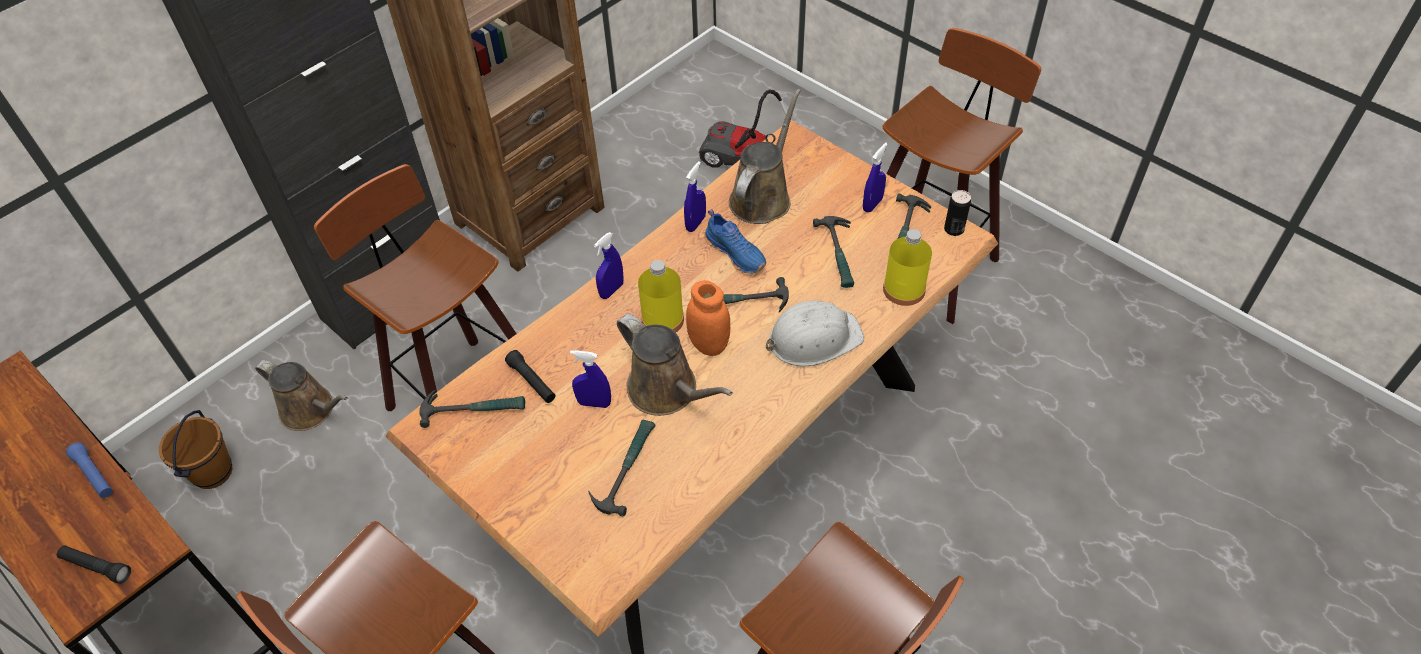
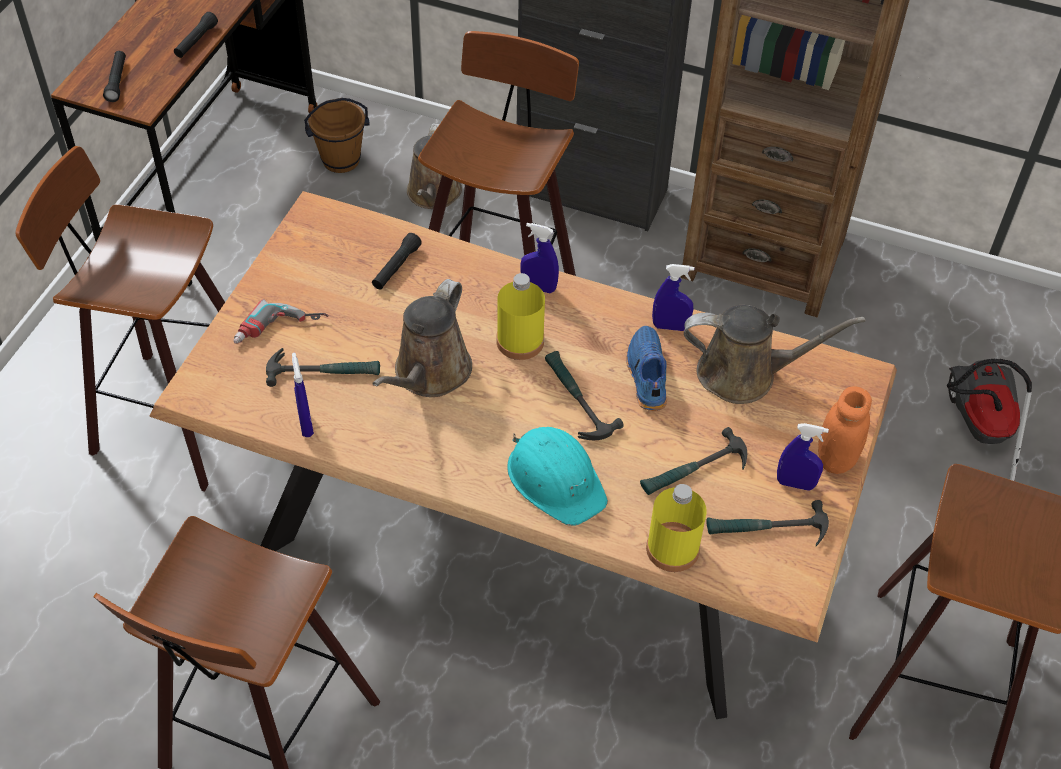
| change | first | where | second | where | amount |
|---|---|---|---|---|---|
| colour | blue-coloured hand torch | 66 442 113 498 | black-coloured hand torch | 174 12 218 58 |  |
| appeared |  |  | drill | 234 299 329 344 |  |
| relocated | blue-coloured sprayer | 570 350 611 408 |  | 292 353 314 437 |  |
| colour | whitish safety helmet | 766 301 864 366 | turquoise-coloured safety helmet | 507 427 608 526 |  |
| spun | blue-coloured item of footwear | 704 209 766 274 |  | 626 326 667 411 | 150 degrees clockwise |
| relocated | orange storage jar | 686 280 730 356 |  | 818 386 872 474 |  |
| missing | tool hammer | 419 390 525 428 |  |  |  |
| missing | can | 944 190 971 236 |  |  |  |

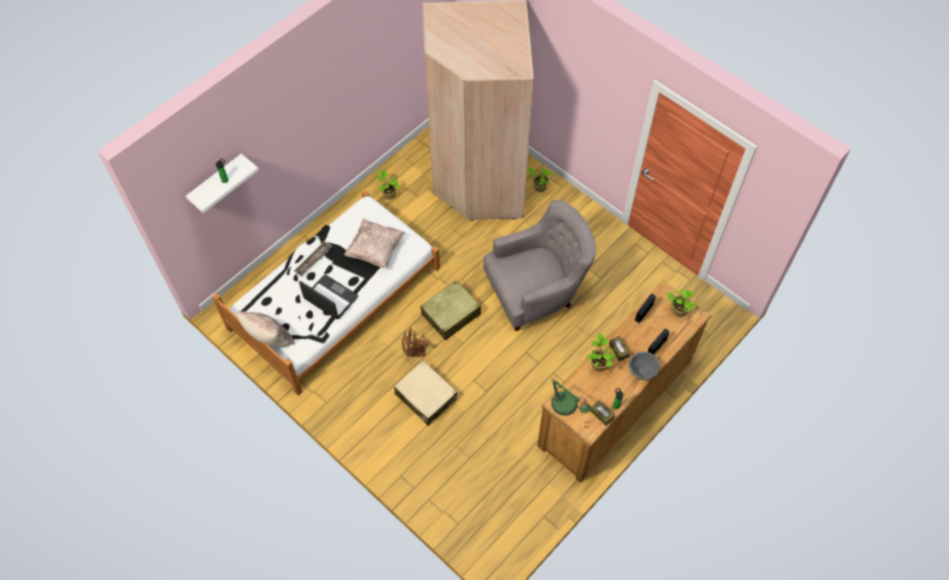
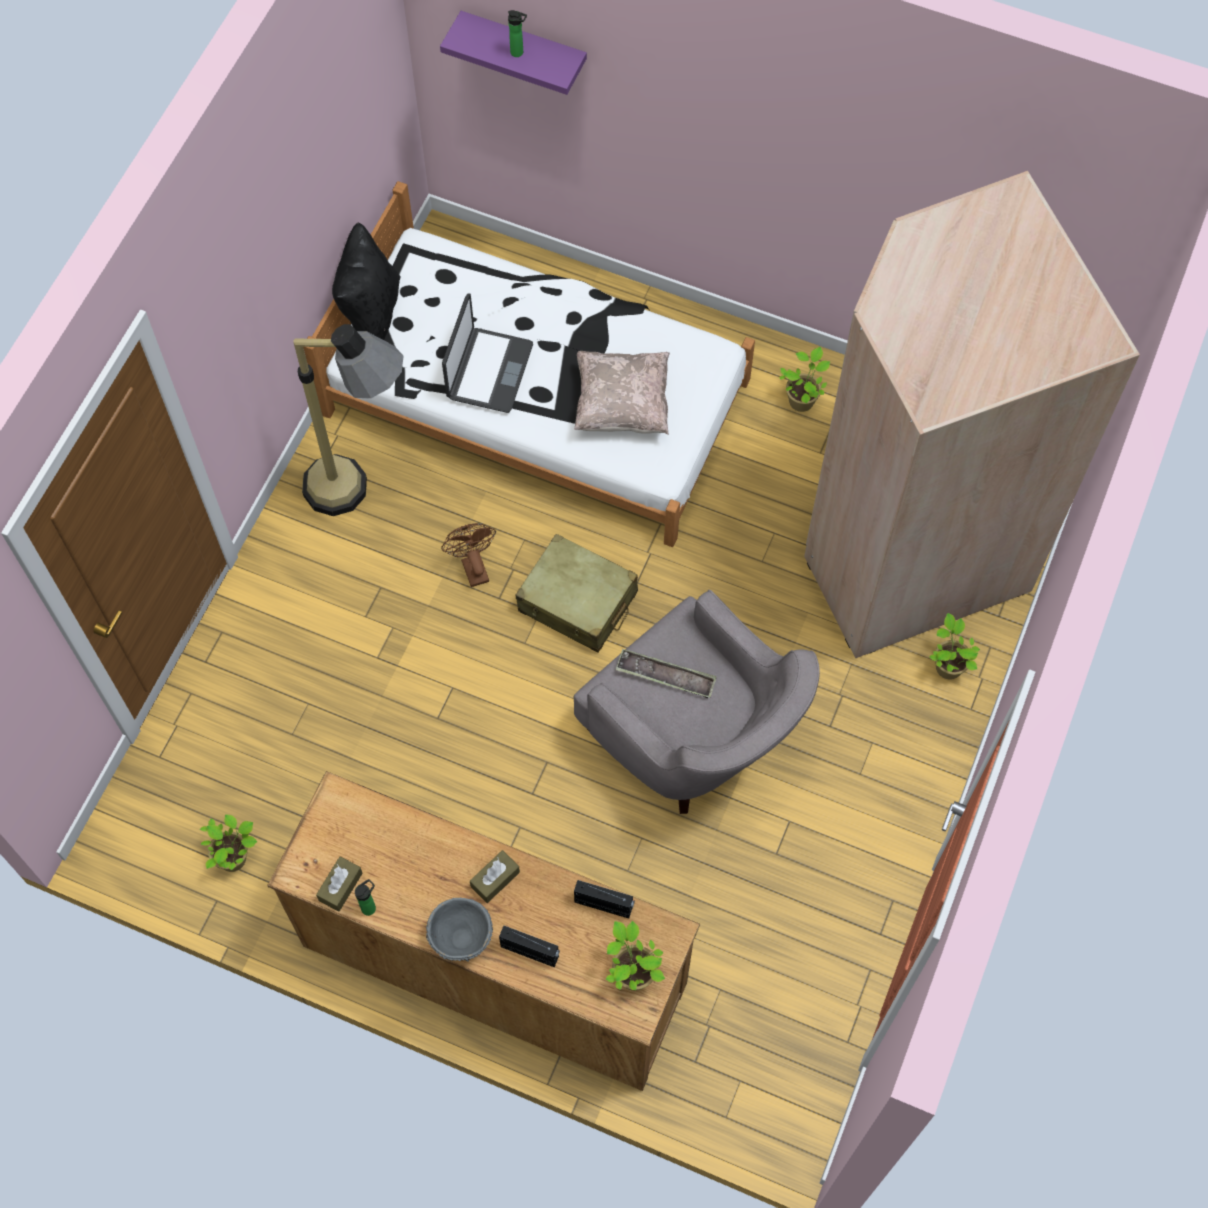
| change | first | where | second | where | amount |
|---|---|---|---|---|---|
| relocated | potted plant | 586 333 615 371 |  | 200 814 257 872 |  |
| appeared |  |  | floor lamp | 293 324 403 516 |  |
| colour | sand-coloured throw pillow | 236 311 294 347 | black-coloured throw pillow | 332 222 400 340 |  |
| colour | whitish bracket shelf | 186 154 259 213 | purple-coloured bracket shelf | 440 11 587 95 |  |
| relocated | serving tray | 294 241 333 277 |  | 616 649 717 698 |  |
| missing | sand-coloured piece of luggage | 394 361 457 426 |  |  |  |
| missing | lamp for a table | 551 379 591 416 |  |  |  |

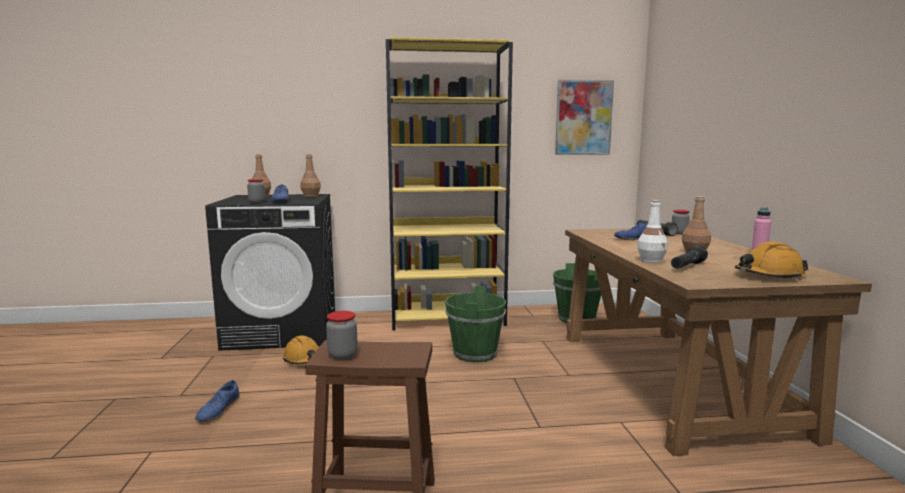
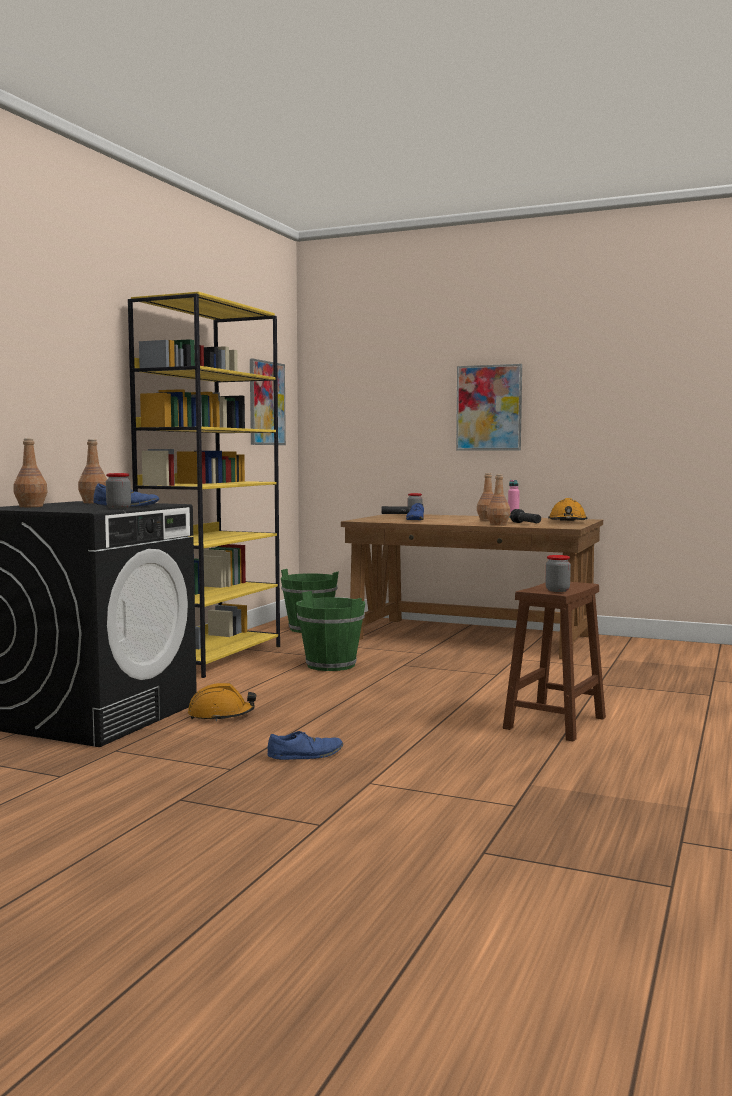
| change | first | where | second | where | amount |
|---|---|---|---|---|---|
| spun | blue-coloured item of footwear | 195 380 239 421 |  | 267 731 343 760 | 60 degrees counterclockwise |
| appeared |  |  | wall art | 456 364 522 450 |  |
| colour | whitish beverage bottle | 637 200 668 263 | brown-coloured beverage bottle | 487 475 510 525 |  |

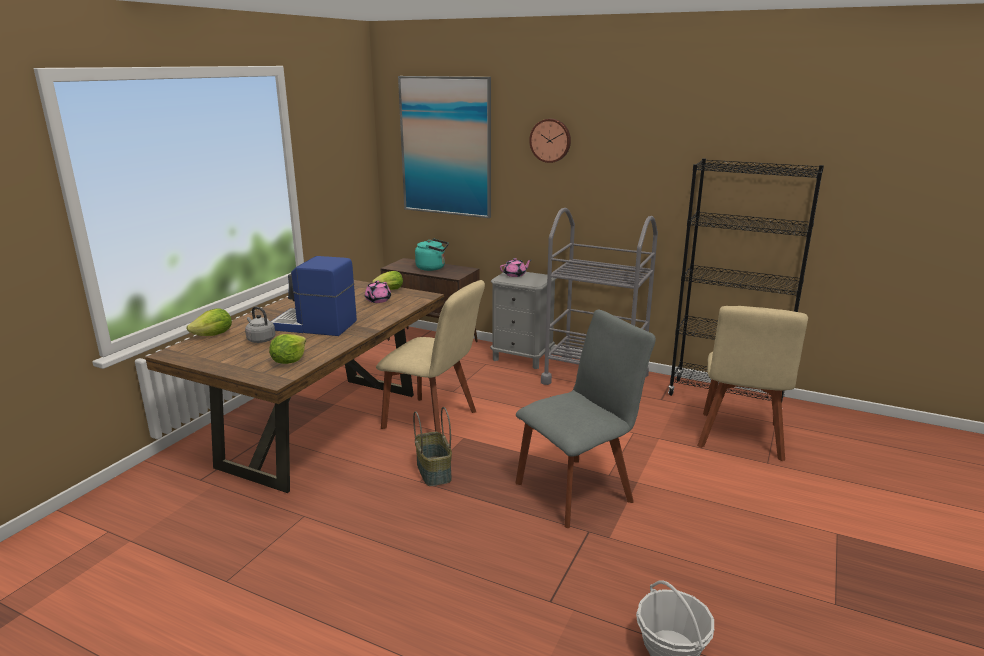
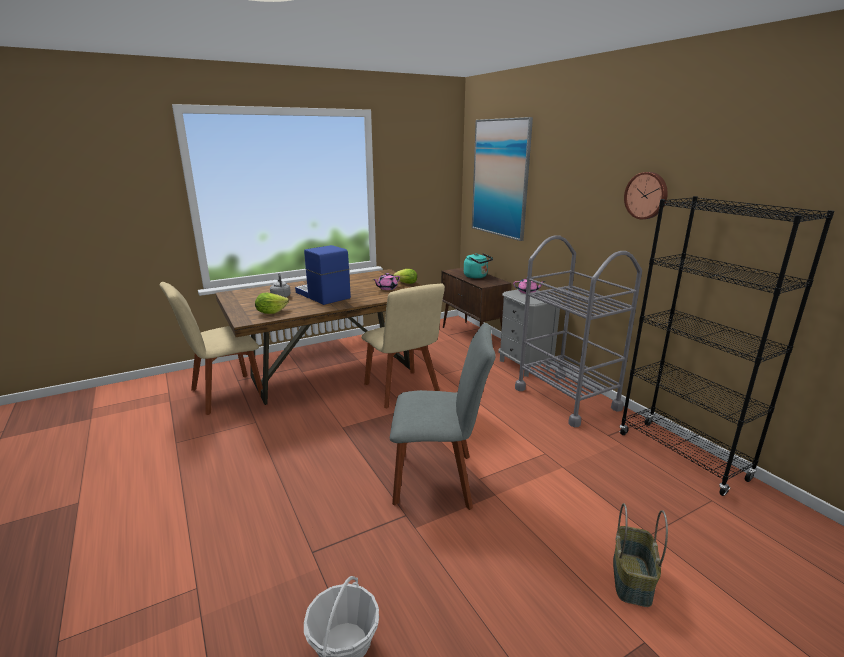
| change | first | where | second | where | amount |
|---|---|---|---|---|---|
| relocated | sand-coloured plain chair | 697 306 808 461 |  | 160 282 263 415 |  |
| relocated | household basket | 413 407 452 486 |  | 613 503 668 607 |  |
| relocated | clock on the wall | 529 119 571 163 |  | 624 172 668 219 |  |
| missing | lettuce | 187 308 232 336 |  |  |  |

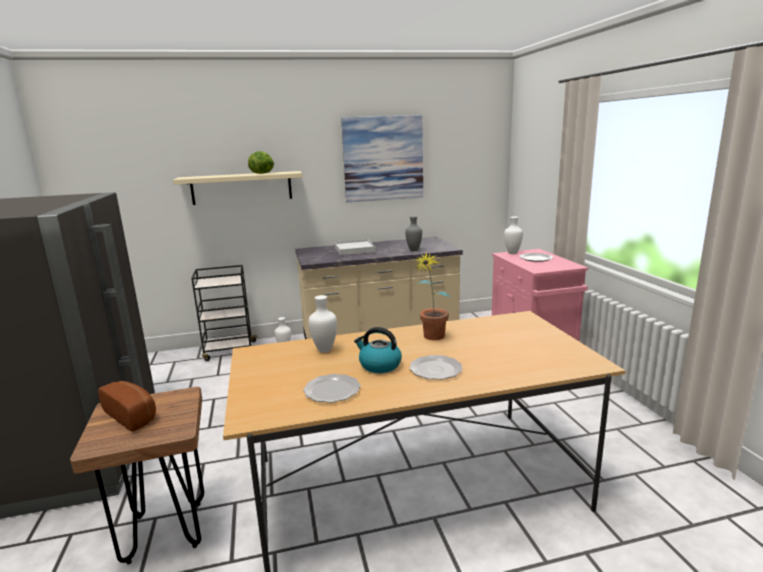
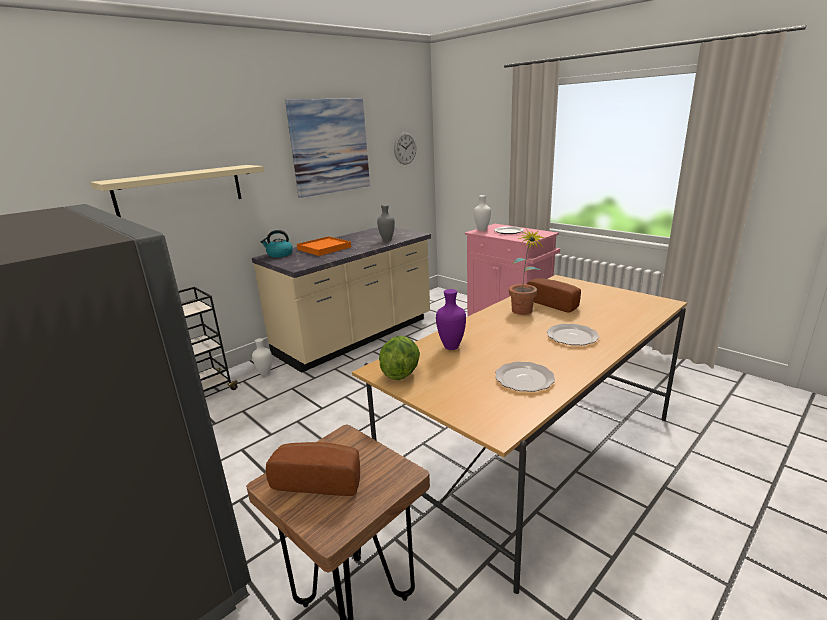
| change | first | where | second | where | amount |
|---|---|---|---|---|---|
| relocated | kettle | 354 327 402 373 |  | 261 230 293 258 |  |
| colour | whitish serving tray | 334 240 376 255 | orange serving tray | 297 236 351 256 |  |
| relocated | lettuce | 248 151 274 174 |  | 379 336 420 380 |  |
| appeared |  |  | clock on the wall | 394 132 416 165 |  |
| colour | whitish flower vase | 309 295 337 353 | purple-coloured flower vase | 436 289 466 350 |  |
| appeared |  |  | bread | 527 278 581 313 |  |

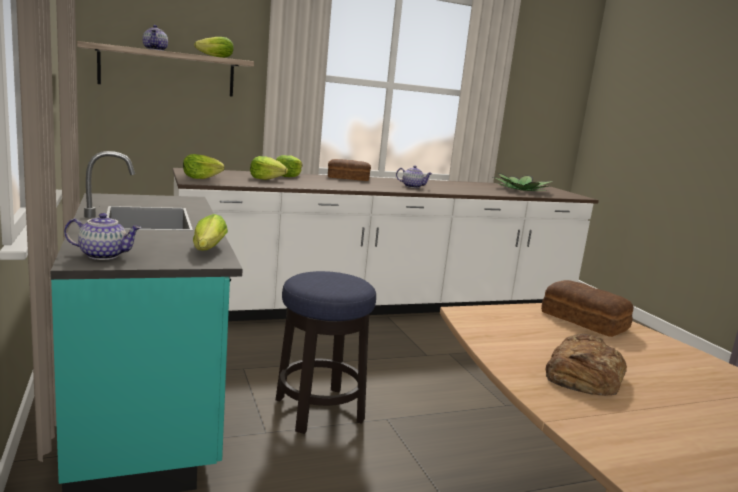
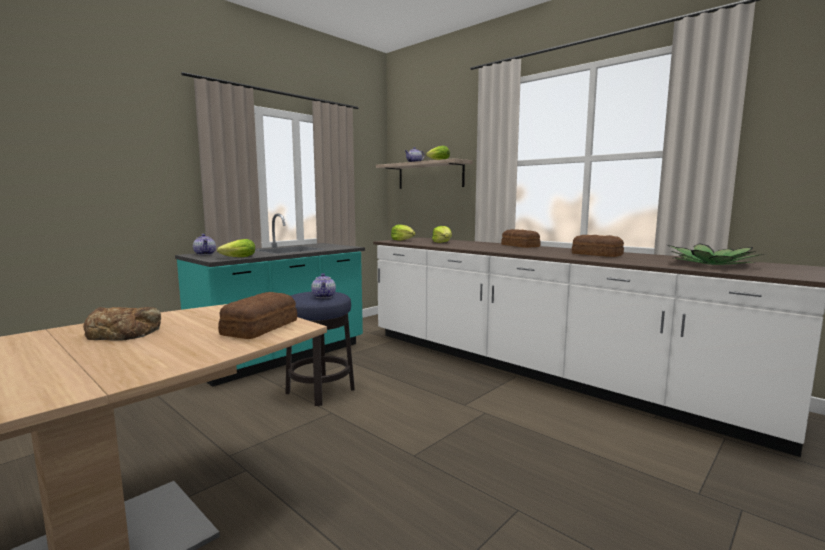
| change | first | where | second | where | amount |
|---|---|---|---|---|---|
| relocated | tea pot | 396 166 432 188 |  | 311 273 336 299 |  |
| appeared |  |  | bread | 572 235 624 257 |  |
| missing | lettuce | 276 155 303 177 |  |  |  |

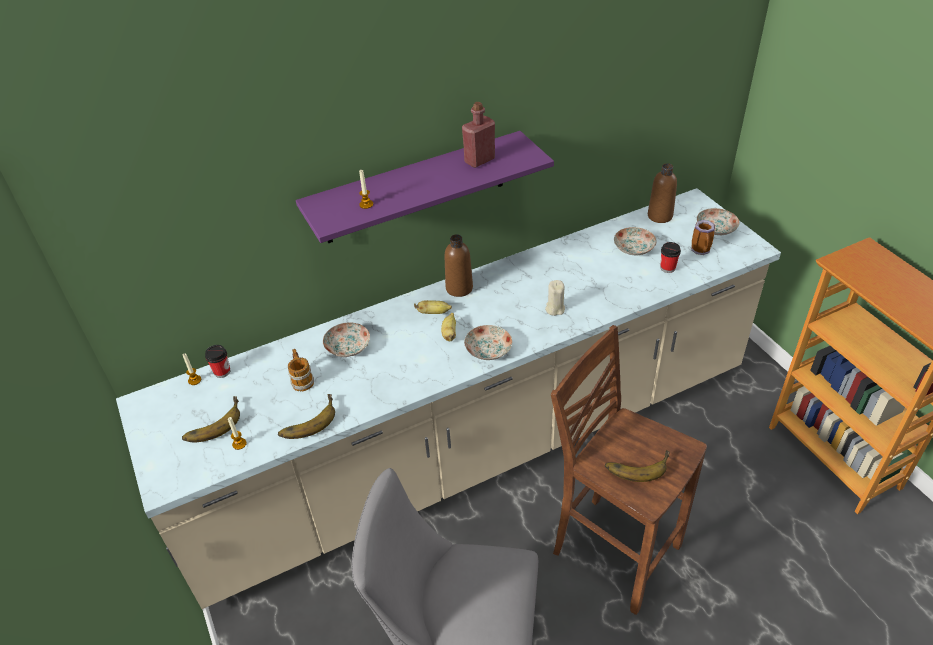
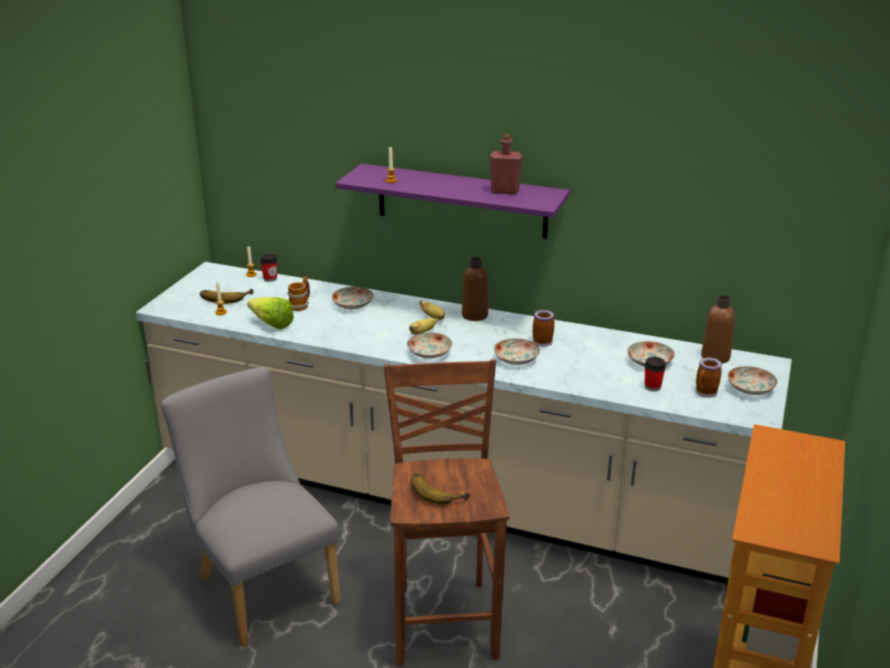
| change | first | where | second | where | amount |
|---|---|---|---|---|---|
| exchanged | banana | 278 394 335 439 | lettuce | 247 297 294 329 |  |
| exchanged | sand-coloured wax light | 545 280 565 316 | flat dish | 494 338 540 365 |  |
| appeared |  |  | mug | 533 310 555 347 |  |

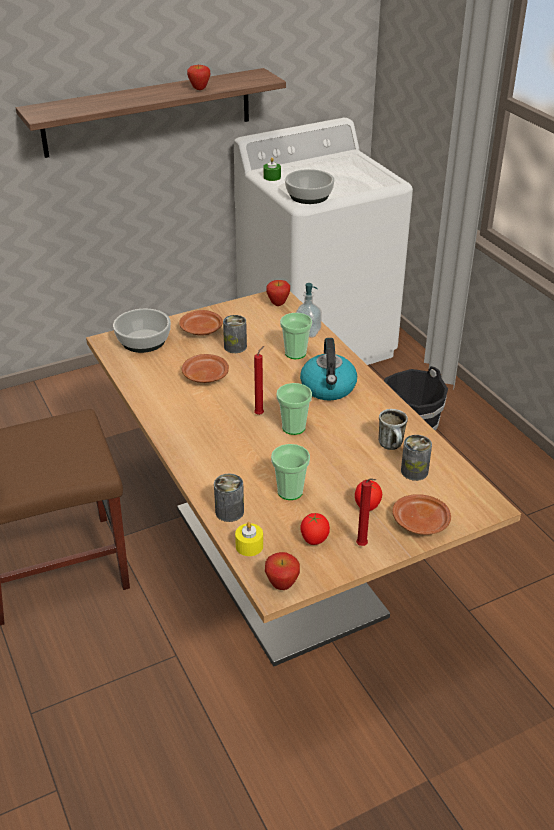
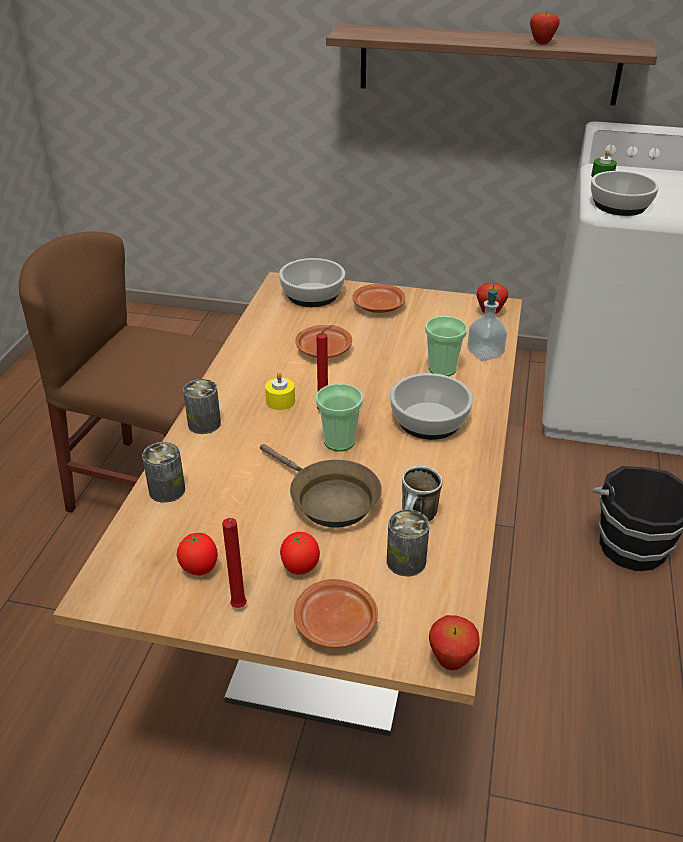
| change | first | where | second | where | amount |
|---|---|---|---|---|---|
| relocated | can | 223 315 247 353 |  | 183 379 221 434 |  |
| appeared |  |  | brown-coloured pan | 260 444 382 528 |  |
| relocated | yellowish wax light | 235 522 263 556 |  | 265 372 295 410 |  |
| exchanged | kettle | 300 338 357 401 | deep dish | 390 373 473 440 |  |
| relocated | apple | 265 552 300 590 |  | 429 615 480 670 |  |
| missing | small cup | 271 444 310 500 |  |  |  |

